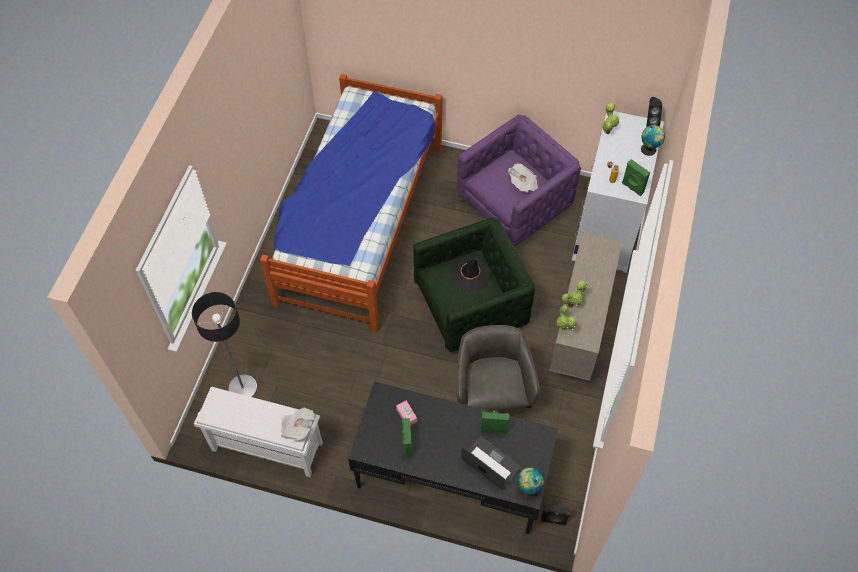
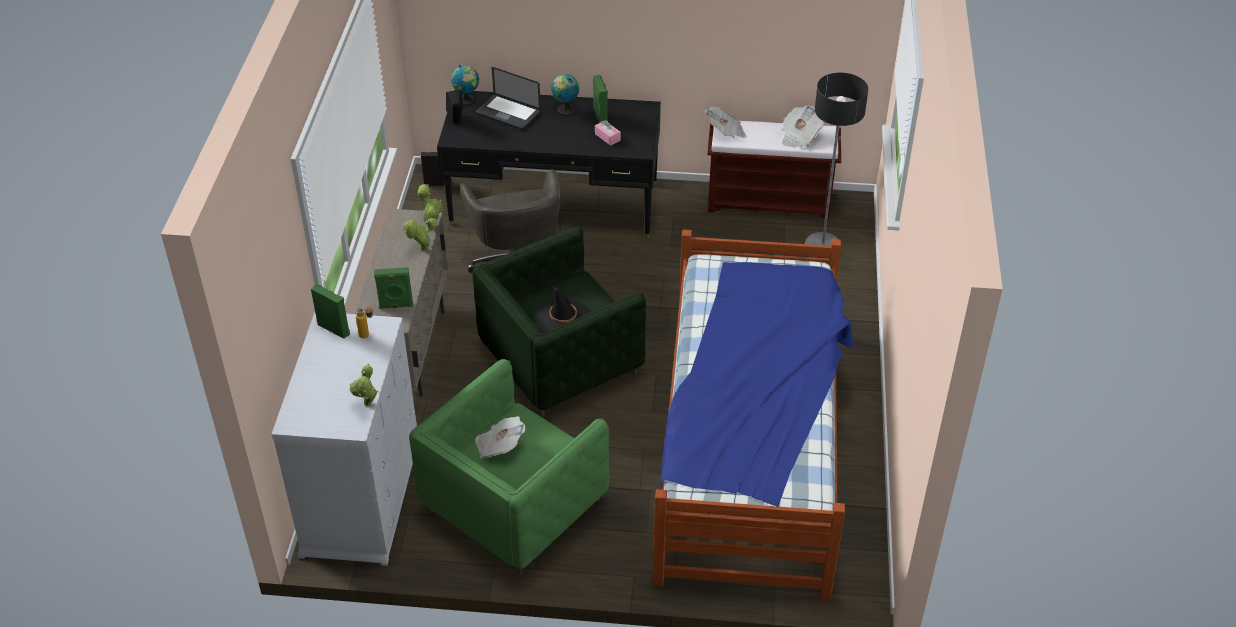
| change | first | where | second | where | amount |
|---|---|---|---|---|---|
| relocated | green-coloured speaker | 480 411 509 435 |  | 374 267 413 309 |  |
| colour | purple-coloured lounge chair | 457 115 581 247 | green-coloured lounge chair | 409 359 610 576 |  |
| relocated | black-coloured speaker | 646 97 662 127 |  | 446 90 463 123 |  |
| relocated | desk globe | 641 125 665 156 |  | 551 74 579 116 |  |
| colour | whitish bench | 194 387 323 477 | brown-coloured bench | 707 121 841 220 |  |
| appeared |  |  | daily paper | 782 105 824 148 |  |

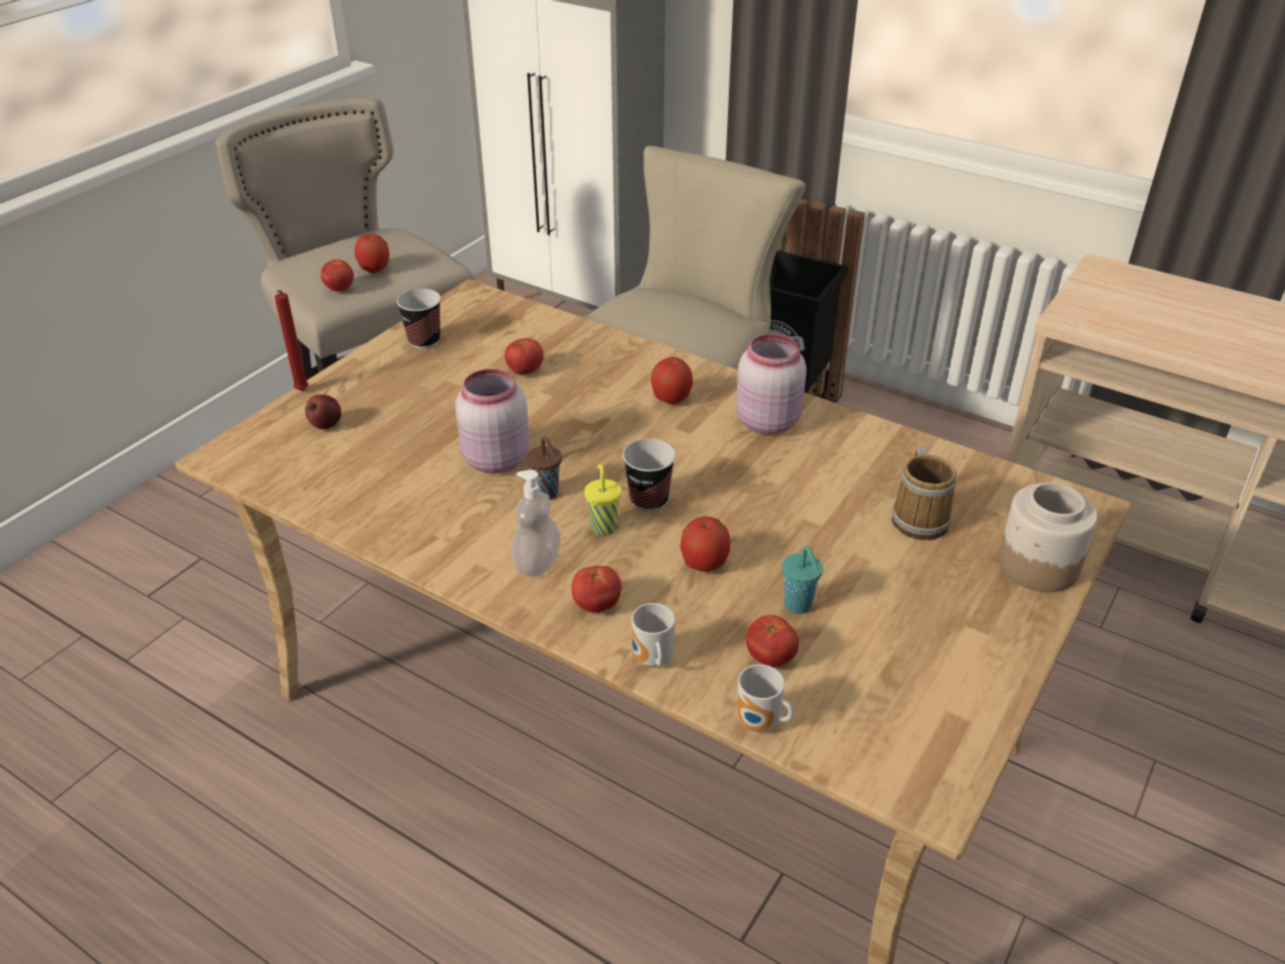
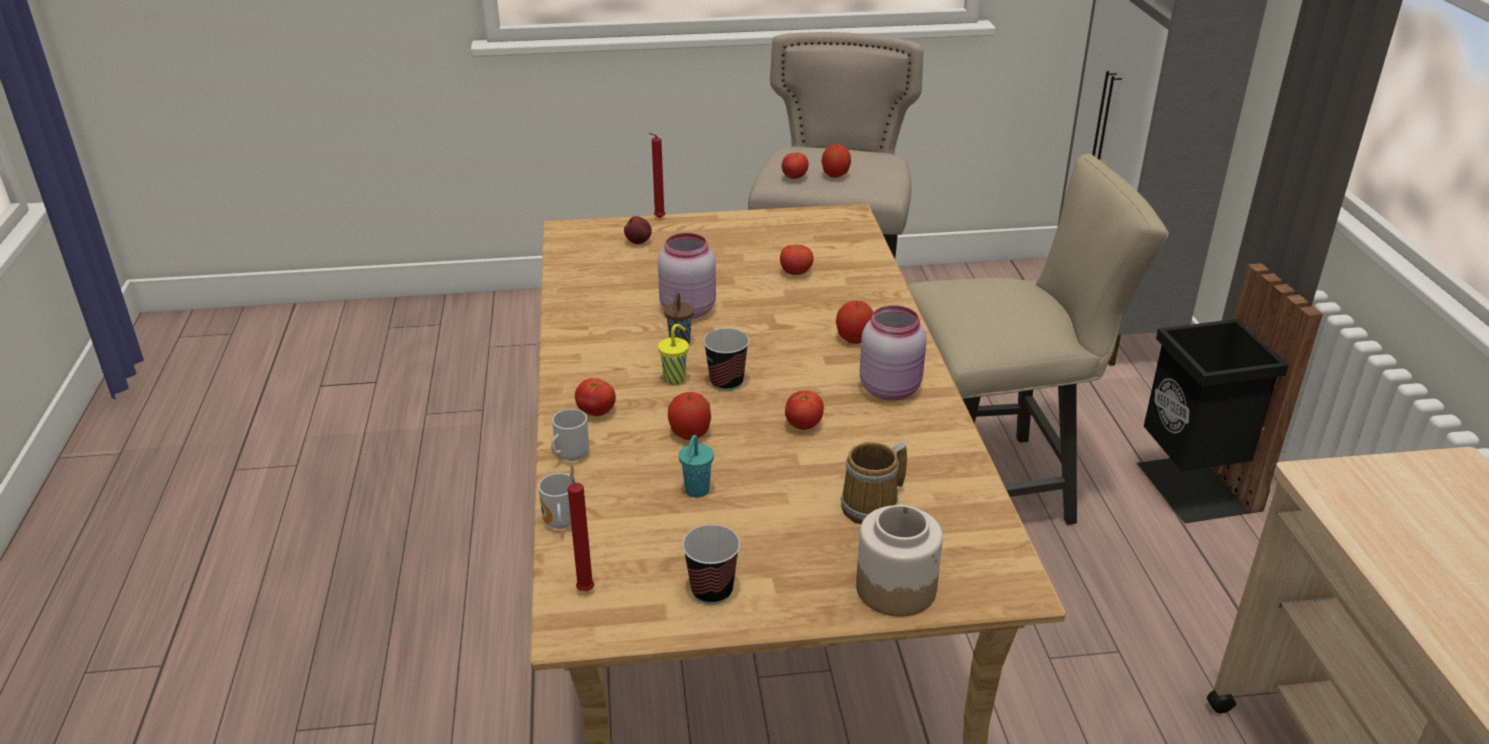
| change | first | where | second | where | amount |
|---|---|---|---|---|---|
| appeared |  |  | reddish wax light | 568 465 594 591 |  |
| relocated | small cup | 396 289 441 349 |  | 682 525 740 605 |  |
| relocated | tomato | 746 615 799 667 |  | 785 390 824 430 |  |
| missing | soap dispenser | 511 470 561 577 |  |  |  |

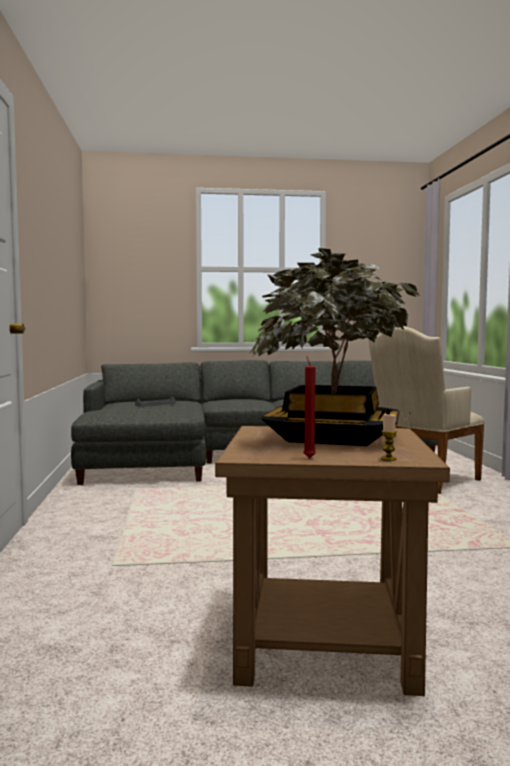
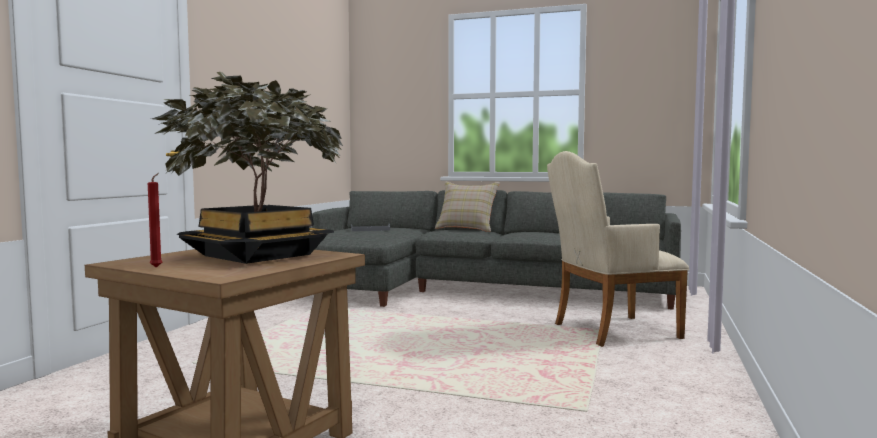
| change | first | where | second | where | amount |
|---|---|---|---|---|---|
| appeared |  |  | sand-coloured throw pillow | 435 182 500 232 |  |
| missing | wax light | 381 413 397 461 |  |  |  |

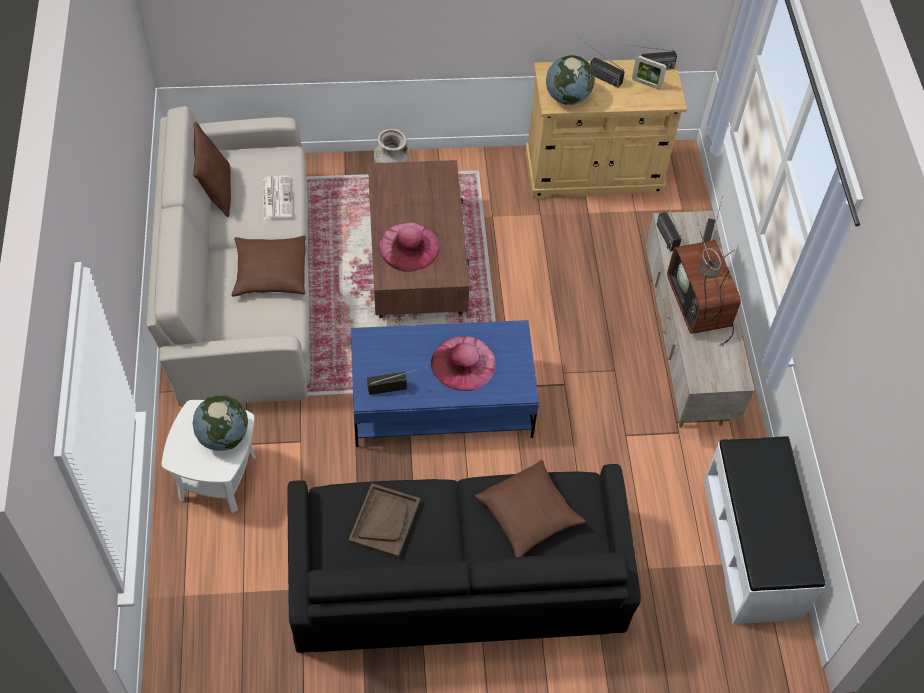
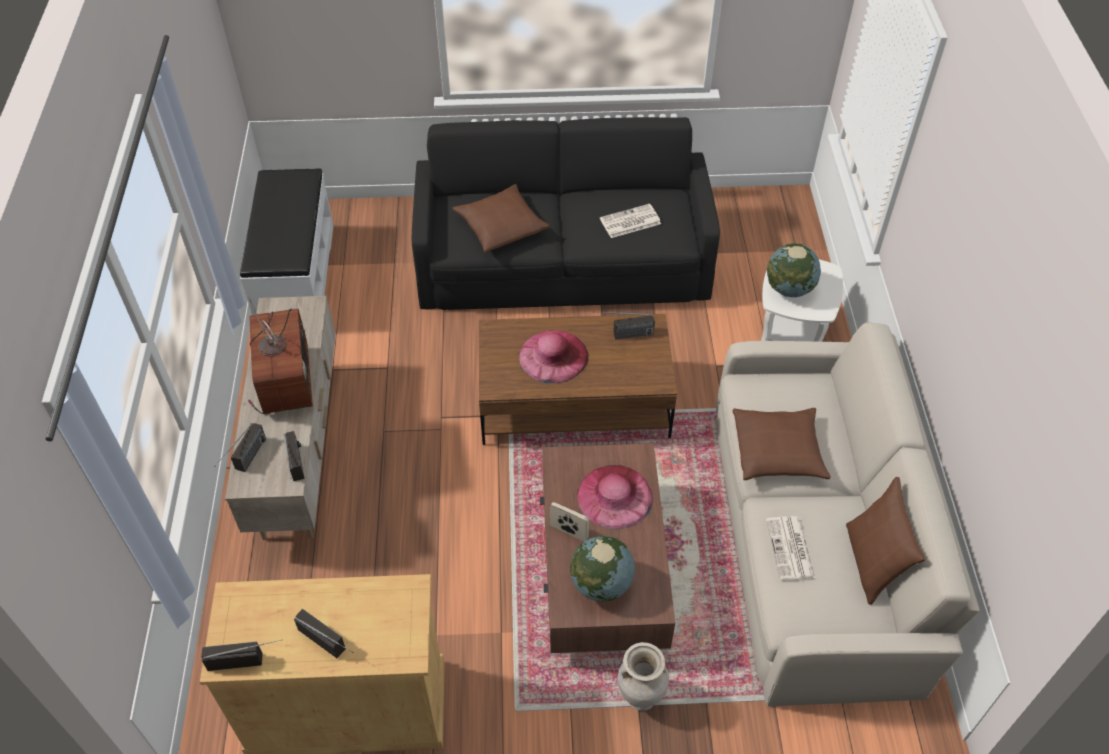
| change | first | where | second | where | amount |
|---|---|---|---|---|---|
| colour | blue-coloured low table | 351 320 539 447 | brown-coloured low table | 479 314 677 445 |  |
| relocated | photo frame | 632 56 667 90 |  | 550 502 589 542 |  |
| relocated | desk globe | 546 55 595 105 |  | 570 536 635 602 |  |
| exchanged | brown-coloured serving tray | 348 483 420 558 | daily paper | 600 204 661 238 |  |

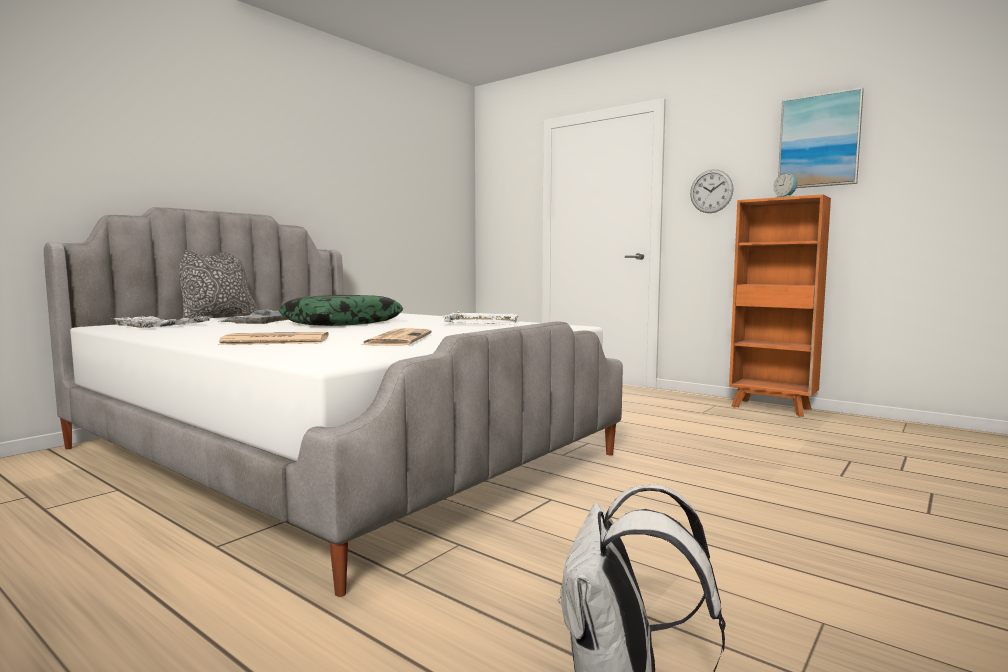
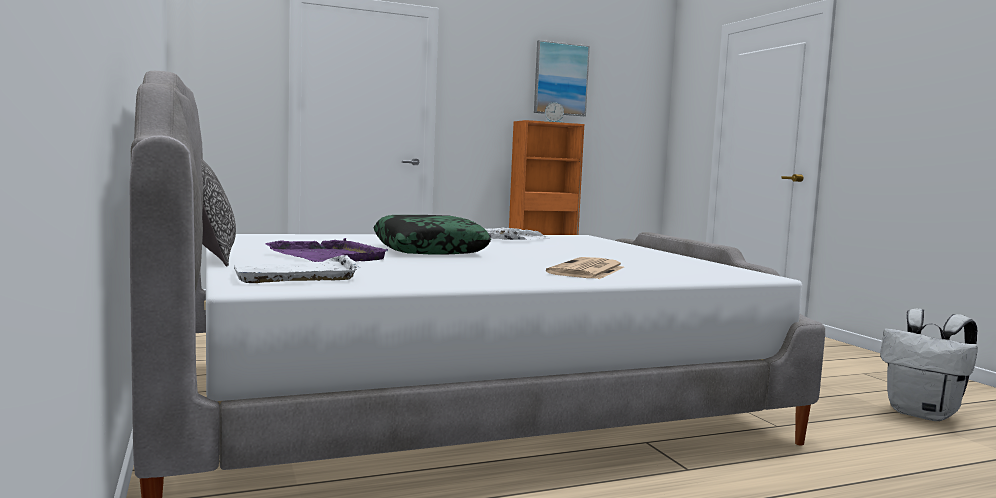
| change | first | where | second | where | amount |
|---|---|---|---|---|---|
| colour | gray serving tray | 220 309 288 324 | purple-coloured serving tray | 265 238 388 262 |  |
| missing | daily paper | 361 328 431 346 |  |  |  |
| missing | clock on the wall | 690 169 734 213 |  |  |  |

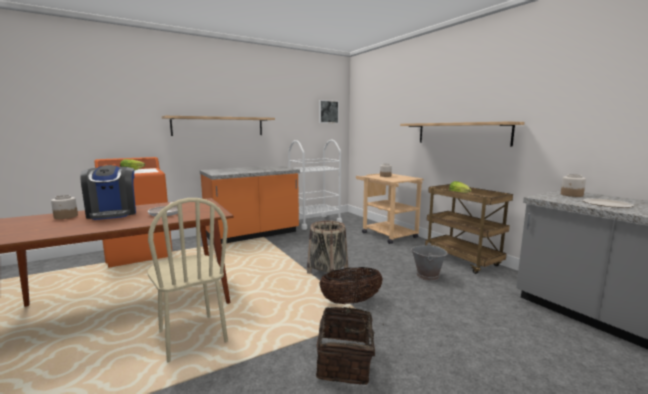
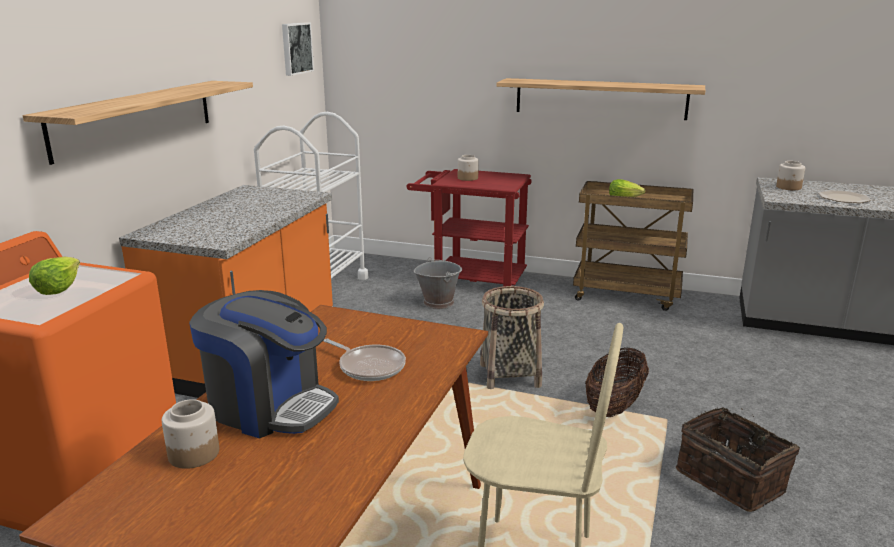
| change | first | where | second | where | amount |
|---|---|---|---|---|---|
| colour | sand-coloured wheeled cart | 356 174 424 244 | reddish wheeled cart | 406 169 532 286 |  |
| relocated | gray bucket | 411 242 448 281 |  | 414 257 462 309 |  |

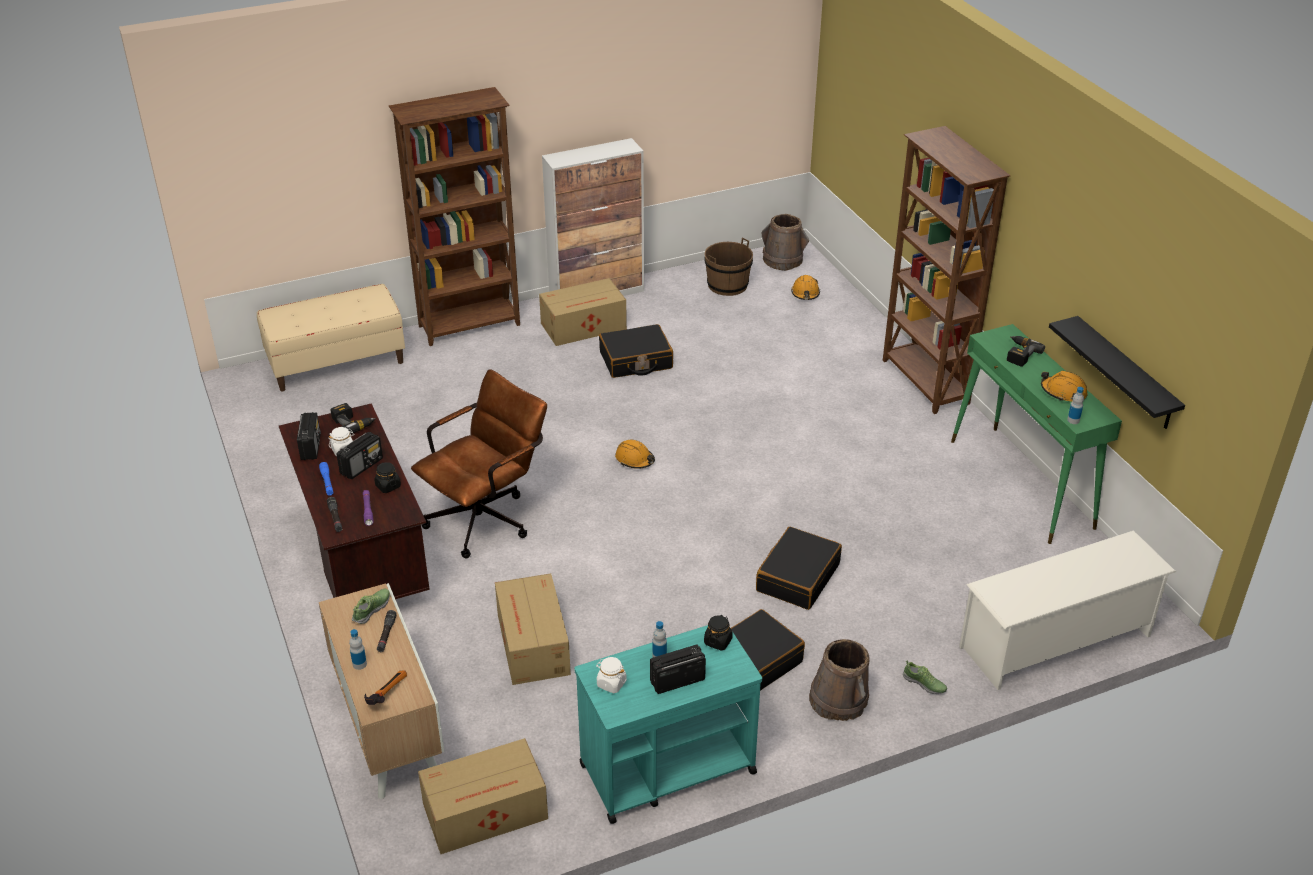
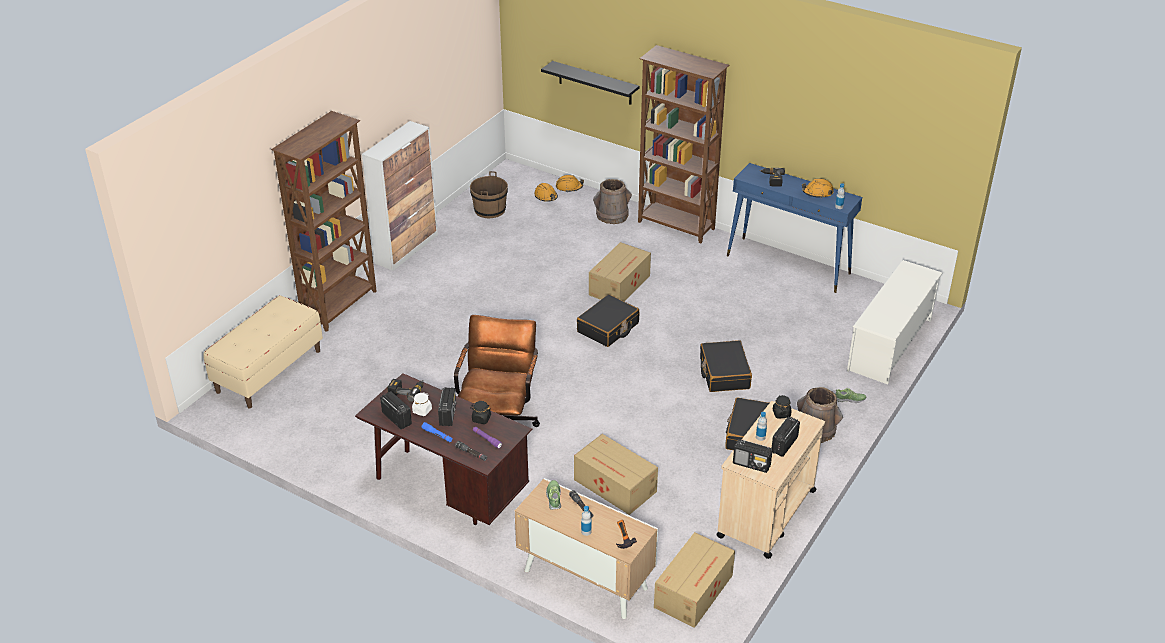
| change | first | where | second | where | amount |
|---|---|---|---|---|---|
| relocated | black-coloured bracket shelf | 1049 316 1185 429 |  | 541 61 639 105 |  |
| relocated | orange safety helmet | 615 440 655 469 |  | 556 175 584 193 |  |
| relocated | black-coloured piece of luggage | 599 324 673 378 |  | 577 294 639 347 |  |
| relocated | carton | 539 278 627 346 |  | 589 242 651 302 |  |
| relocated | brown-coloured bucket | 762 214 809 271 |  | 593 179 632 224 |  |
| colour | turquoise-coloured wheeled cart | 574 625 762 824 | sand-coloured wheeled cart | 716 401 825 559 |  |
| colour | green-coloured narrow table | 951 324 1122 544 | blue-coloured narrow table | 727 163 862 293 |  |
| exchanged | whitish storage jar | 596 657 626 693 | radio receiver | 733 439 773 473 |  |

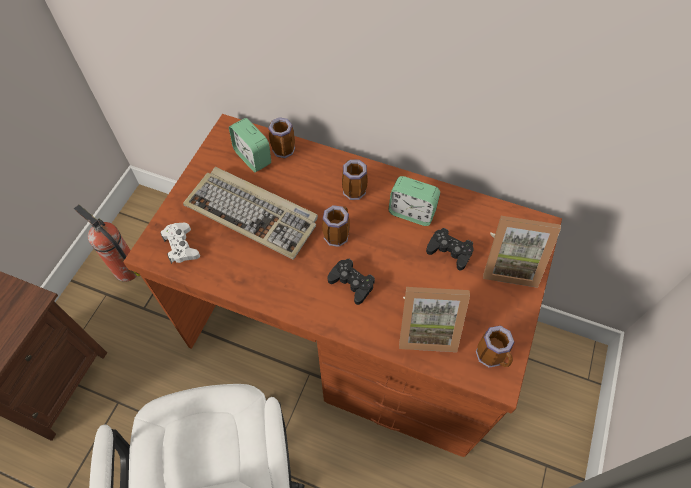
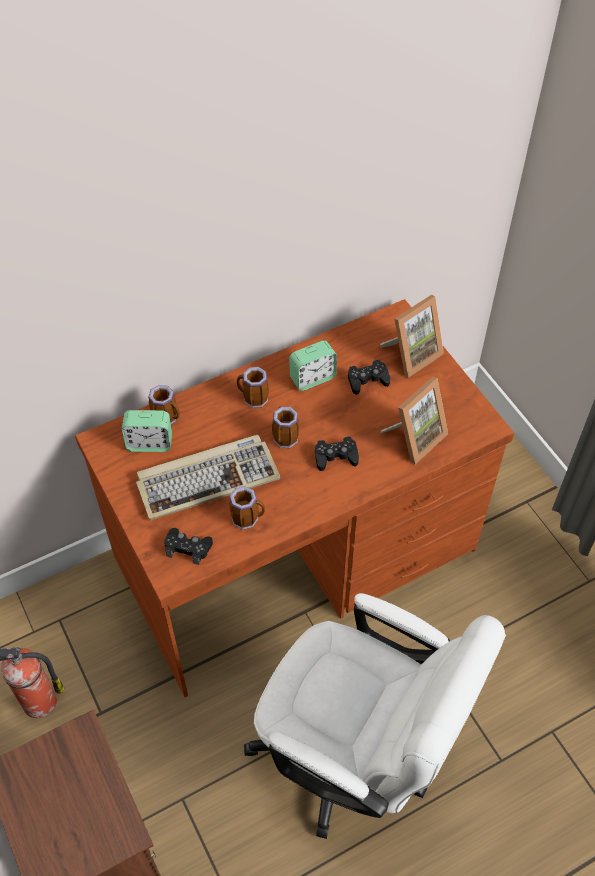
| change | first | where | second | where | amount |
|---|---|---|---|---|---|
| colour | whitish joypad | 160 223 200 264 | black-coloured joypad | 164 528 213 565 |  |
| relocated | mug | 476 326 515 368 |  | 229 486 265 530 |  |

